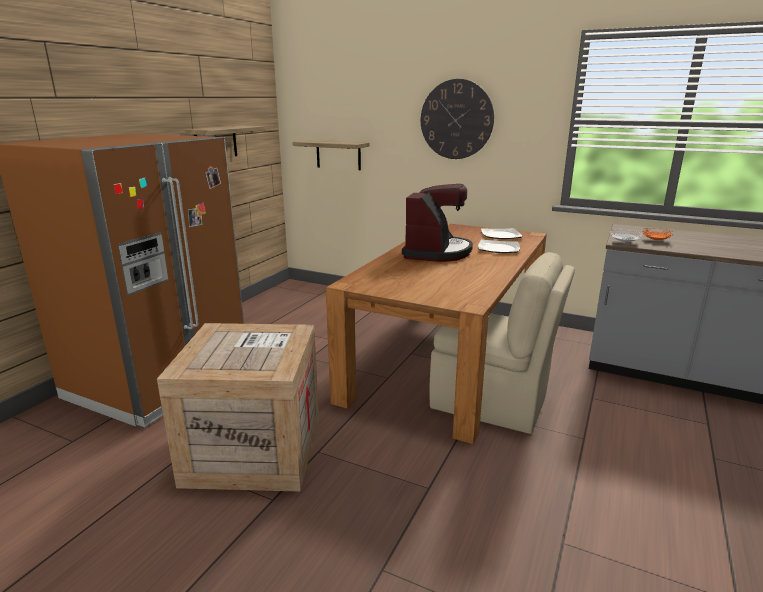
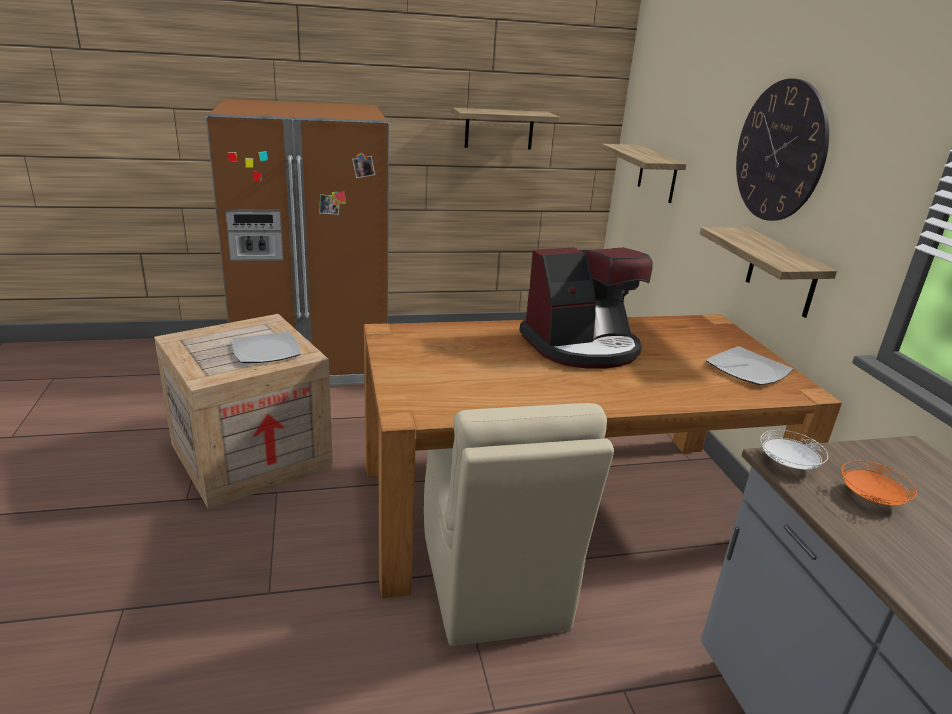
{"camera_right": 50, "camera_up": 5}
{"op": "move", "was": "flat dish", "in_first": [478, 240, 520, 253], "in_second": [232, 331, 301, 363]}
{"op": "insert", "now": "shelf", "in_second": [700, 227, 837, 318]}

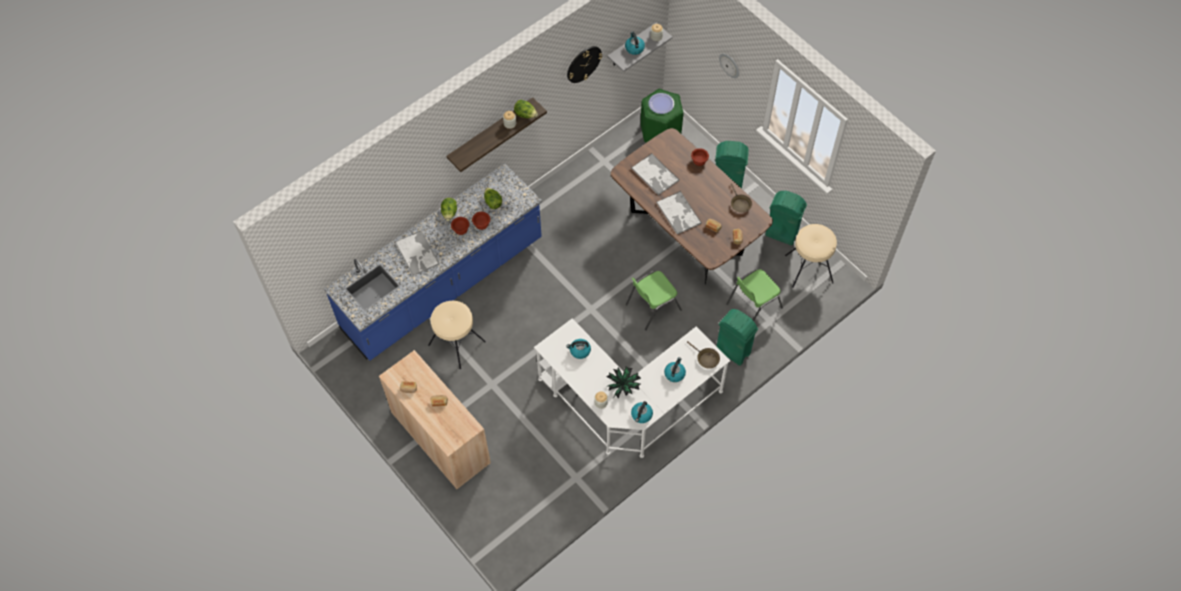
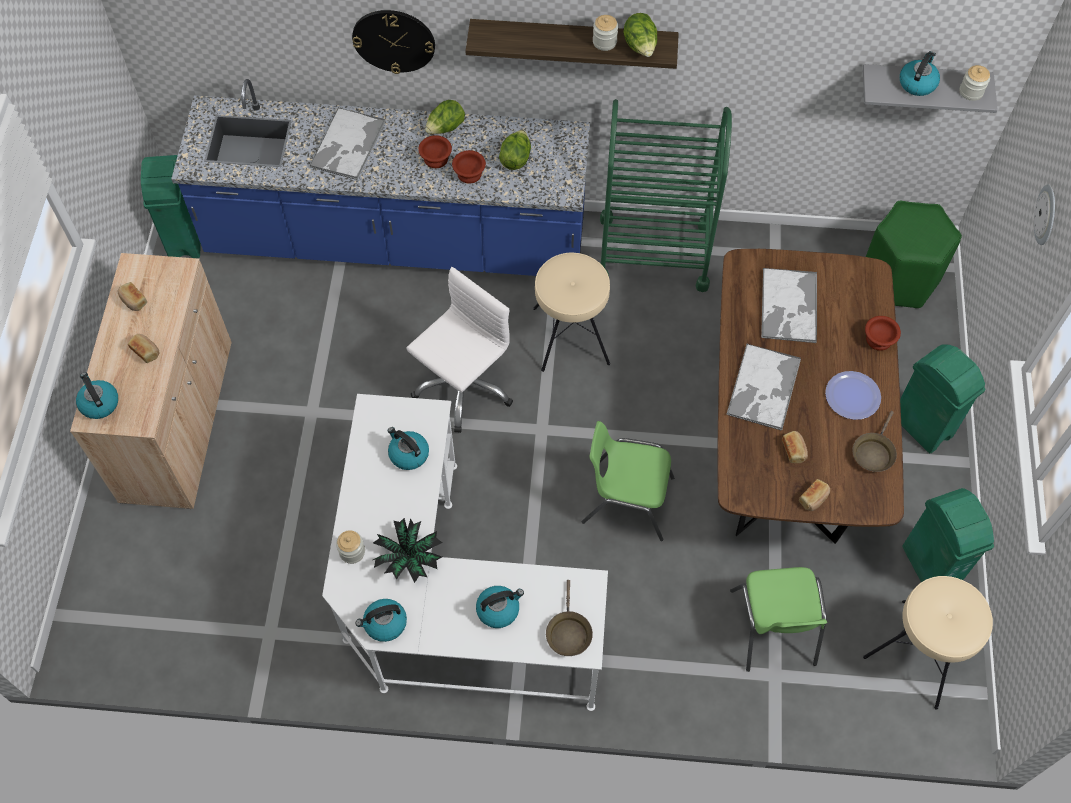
{"camera_right": 45, "camera_up": 0}
{"op": "insert", "now": "water kettle", "in_second": [76, 372, 118, 419]}
{"op": "move", "was": "waste bin in green", "in_first": [716, 309, 758, 366], "in_second": [141, 155, 201, 258]}
{"op": "move", "was": "wall clock", "in_first": [567, 46, 602, 83], "in_second": [352, 10, 435, 74]}
{"op": "insert", "now": "office chair in white", "in_second": [406, 267, 513, 433]}
{"op": "move", "was": "stool seat in beige-coloured", "in_first": [428, 301, 486, 369], "in_second": [533, 253, 610, 372]}
{"op": "insert", "now": "cart in green", "in_second": [600, 99, 732, 292]}
{"op": "rotate", "was": "chair in green", "in_first": [726, 269, 783, 321], "in_second": [730, 567, 827, 672], "clockwise": -105}
{"op": "move", "was": "flat dish", "in_first": [648, 93, 674, 114], "in_second": [825, 371, 881, 420]}

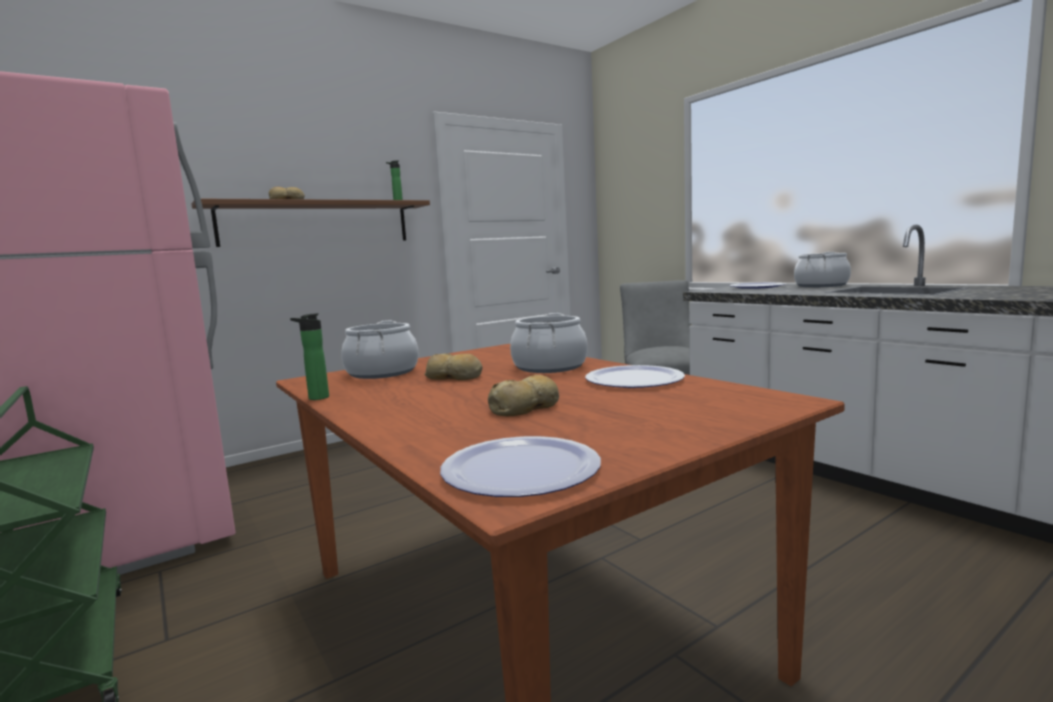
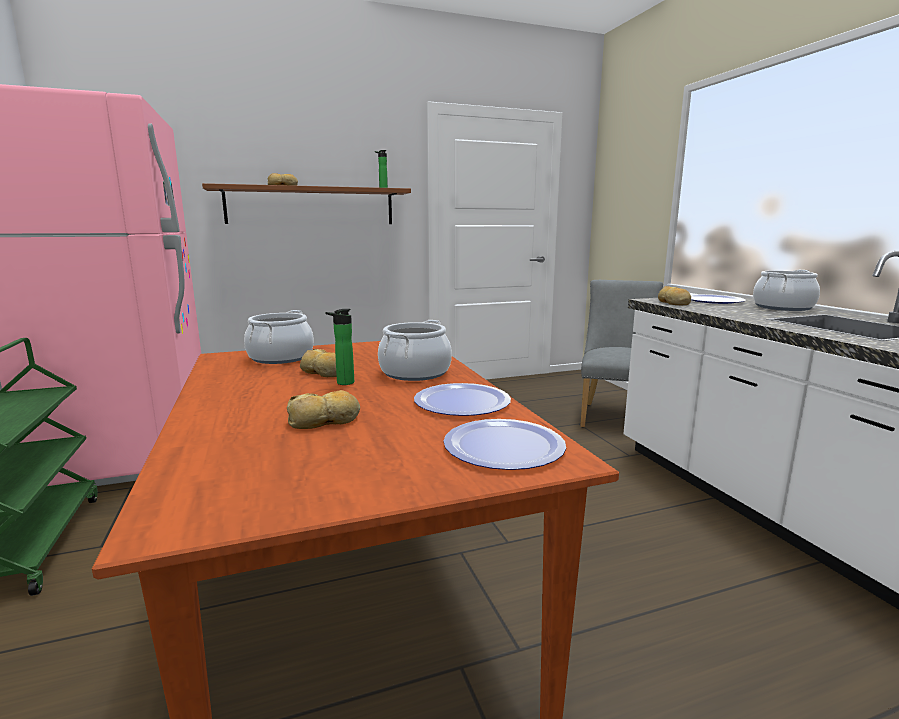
{"camera_right": 15, "camera_up": 5}
{"op": "move", "was": "bottle", "in_first": [290, 313, 329, 400], "in_second": [325, 309, 354, 385]}
{"op": "move", "was": "flat dish", "in_first": [440, 436, 601, 497], "in_second": [444, 419, 566, 470]}
{"op": "insert", "now": "bakery bread", "in_second": [658, 286, 691, 305]}

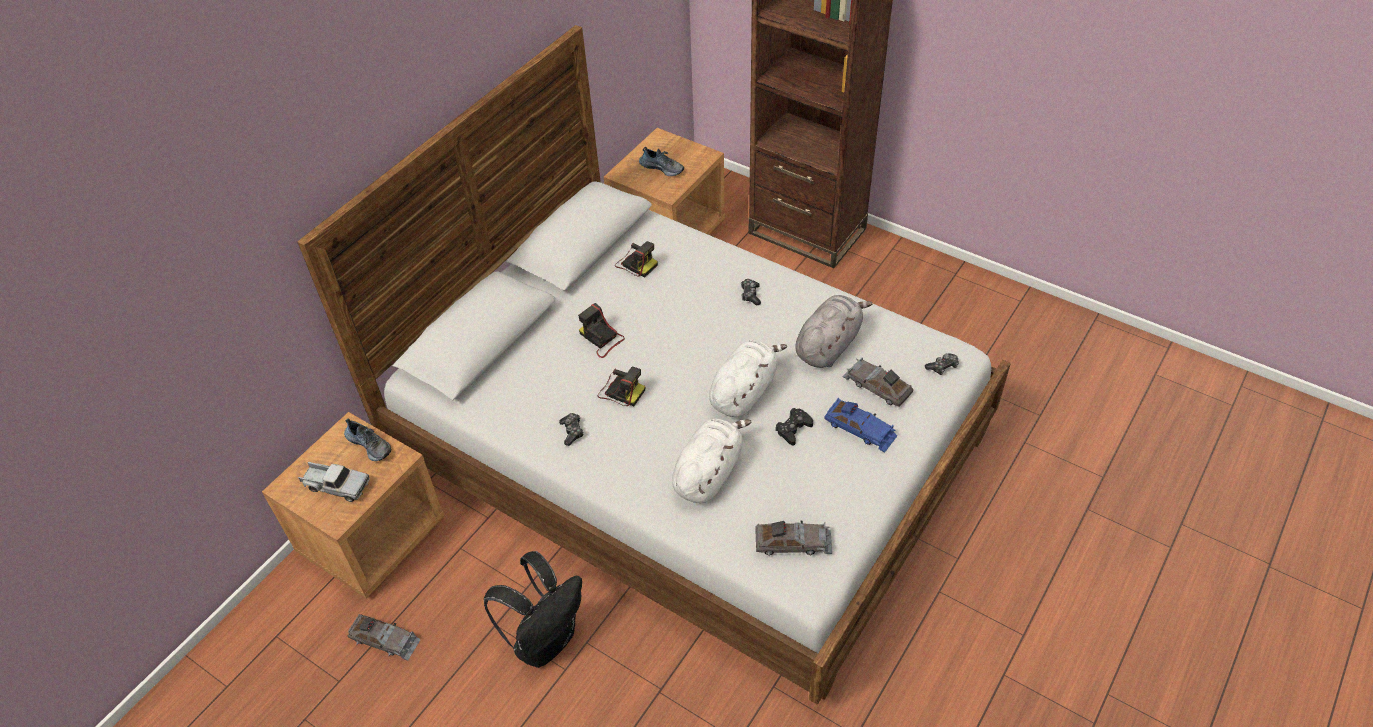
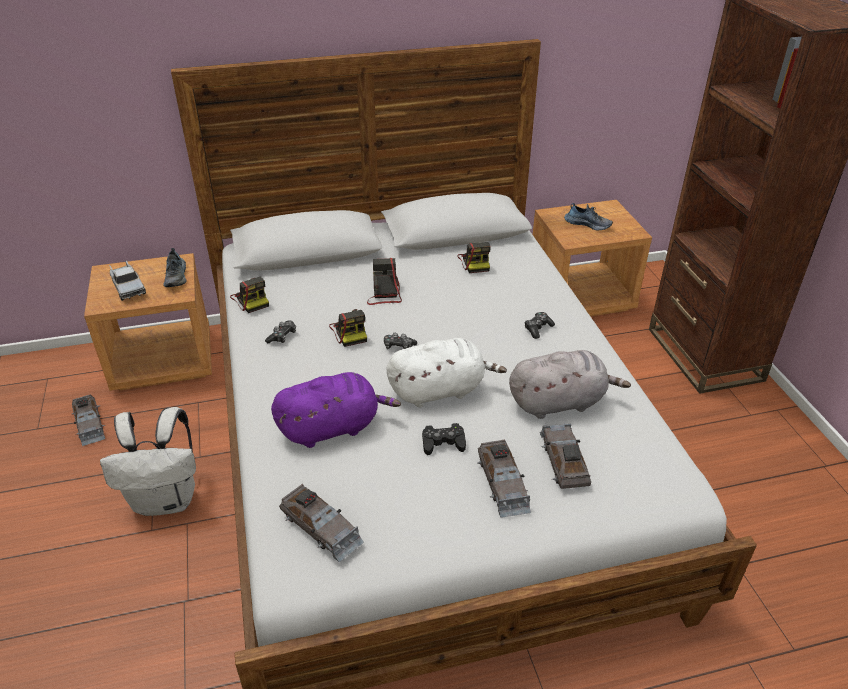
{"camera_right": 40, "camera_up": -10}
{"op": "recolor", "was": "knapsack in blackish", "now": "knapsack in white", "in_first": [484, 551, 582, 668], "in_second": [100, 407, 196, 516]}
{"op": "insert", "now": "still camera", "in_second": [230, 277, 269, 313]}
{"op": "recolor", "was": "cuddly toy in white", "now": "cuddly toy in purple-coloured", "in_first": [672, 419, 752, 503], "in_second": [271, 372, 401, 448]}
{"op": "move", "was": "game controller", "in_first": [925, 353, 959, 375], "in_second": [384, 333, 417, 349]}
{"op": "recolor", "was": "toy car in bluish", "now": "toy car in gray", "in_first": [824, 398, 897, 452], "in_second": [478, 440, 531, 518]}
{"op": "rotate", "was": "shoe", "in_first": [639, 147, 684, 176], "in_second": [564, 203, 613, 230], "clockwise": -45}

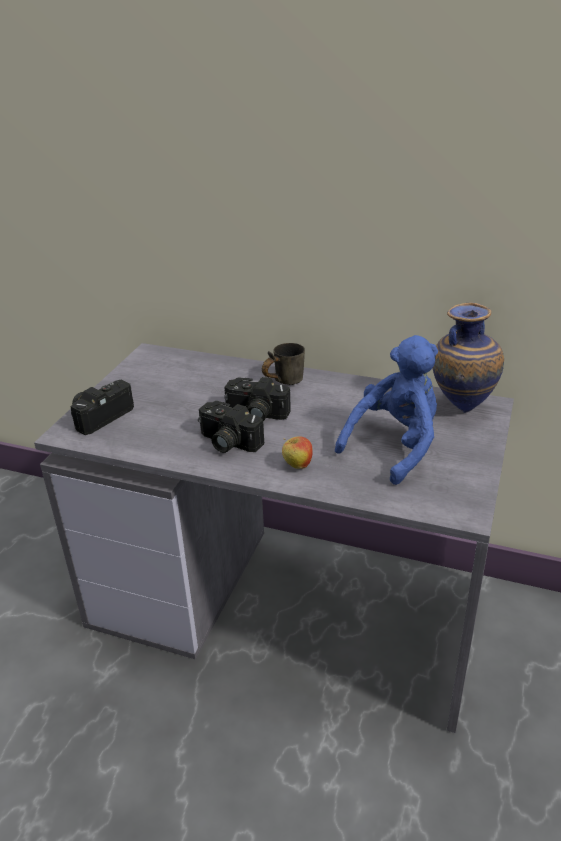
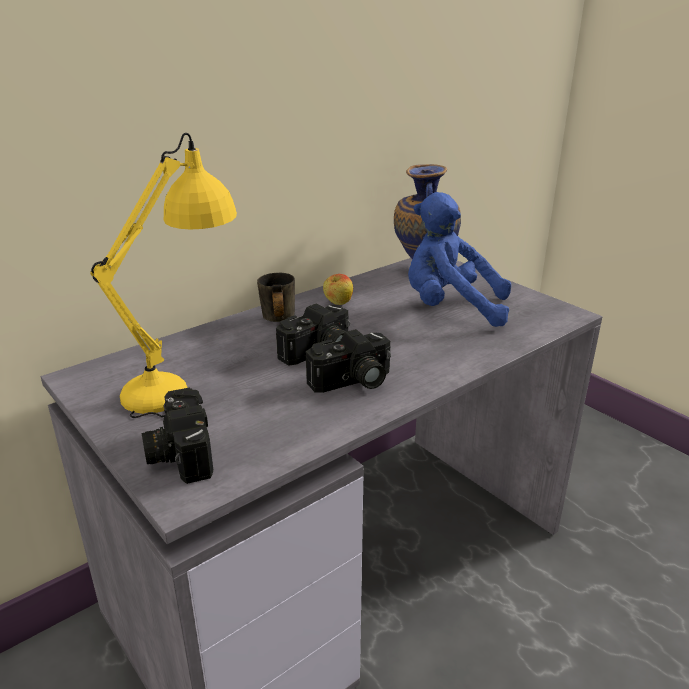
{"camera_right": -60, "camera_up": -5}
{"op": "insert", "now": "lamp for a table in yellow", "in_second": [90, 133, 237, 418]}
{"op": "move", "was": "whole apple", "in_first": [282, 437, 313, 469], "in_second": [323, 274, 353, 305]}
{"op": "rotate", "was": "cuddly toy in bluish", "in_first": [335, 335, 438, 485], "in_second": [408, 192, 511, 327], "clockwise": -60}

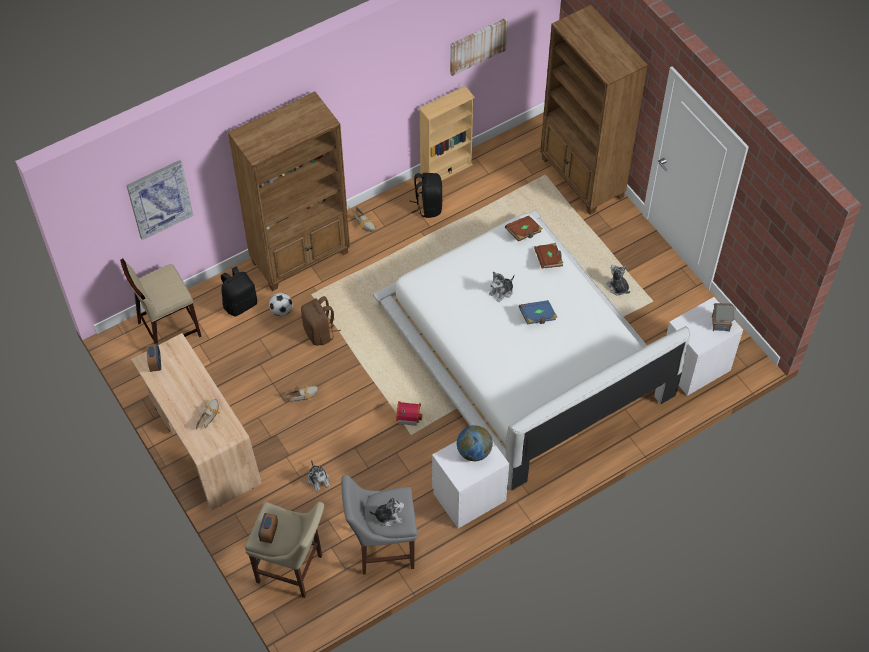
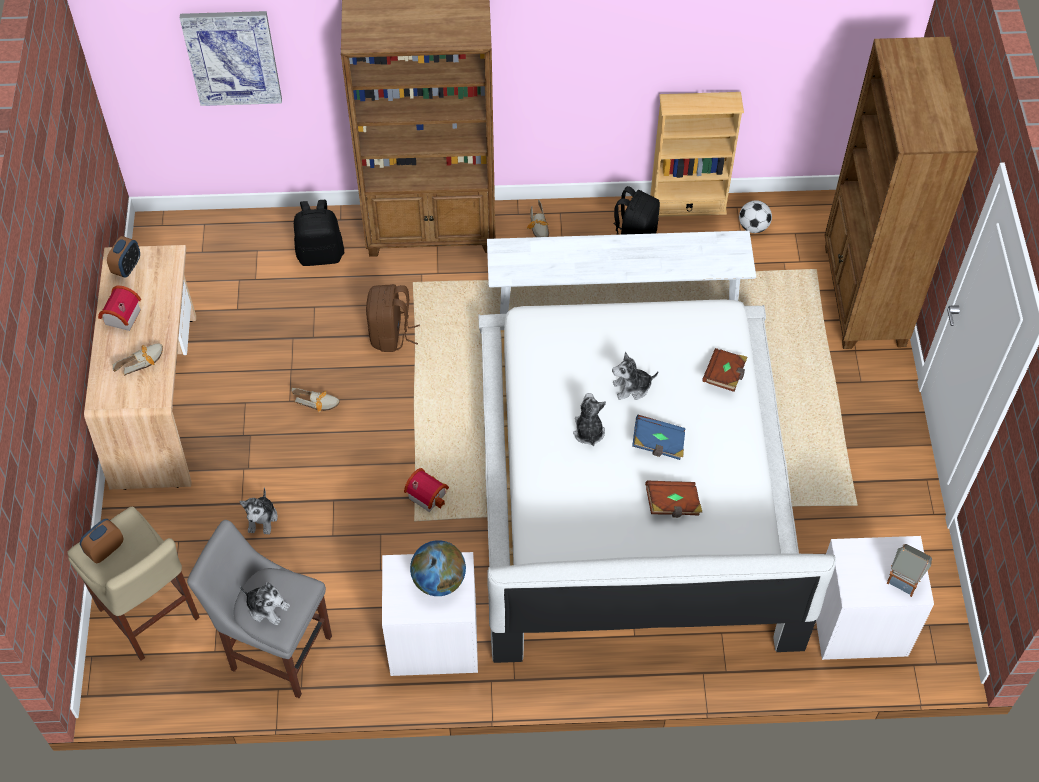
{"camera_right": 30, "camera_up": 0}
{"op": "insert", "now": "toy house", "in_second": [98, 285, 141, 331]}
{"op": "insert", "now": "bench in white", "in_second": [487, 231, 756, 314]}
{"op": "move", "was": "cuddly toy", "in_first": [606, 265, 630, 296], "in_second": [573, 393, 606, 446]}
{"op": "move", "was": "volume in brownish", "in_first": [505, 216, 543, 241], "in_second": [645, 480, 702, 518]}
{"op": "move", "was": "ball for football", "in_first": [269, 293, 293, 316], "in_second": [739, 200, 772, 233]}
{"op": "delete", "was": "stool seat in beige-coloured", "in_first": [120, 259, 201, 344]}
{"op": "delete", "was": "wall picture", "in_first": [450, 18, 508, 76]}

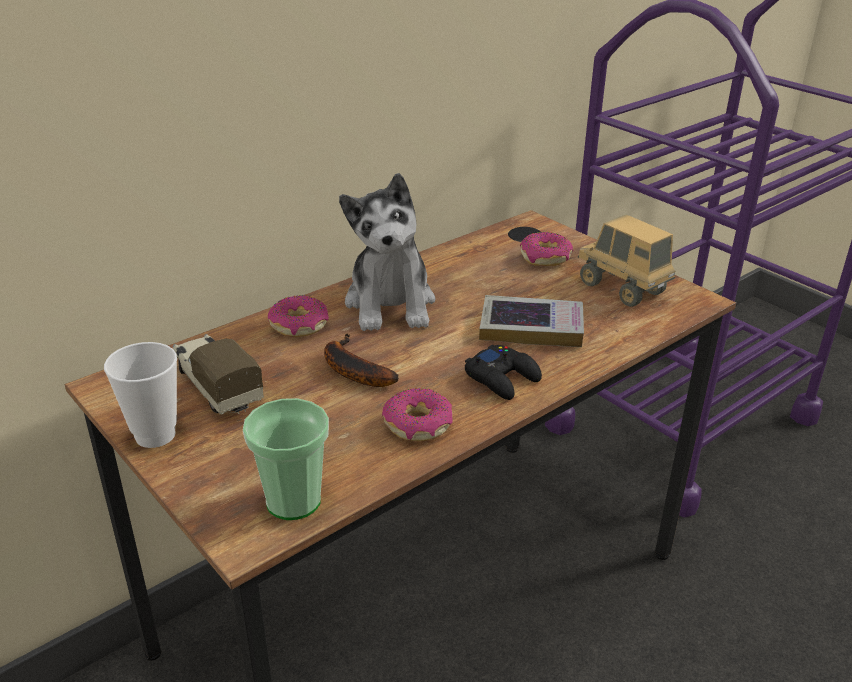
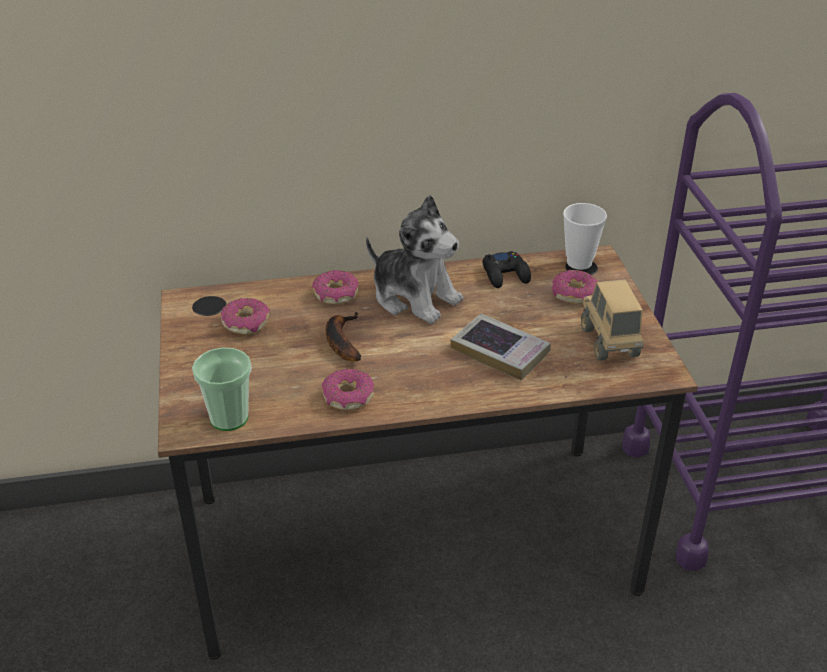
{"camera_right": 30, "camera_up": 5}
{"op": "replace", "was": "model truck", "now": "ring doughnut", "in_first": [173, 334, 264, 414], "in_second": [221, 298, 270, 335]}
{"op": "rotate", "was": "cuddly toy", "in_first": [339, 173, 435, 331], "in_second": [366, 195, 463, 324], "clockwise": -75}
{"op": "move", "was": "game controller in blackish", "in_first": [465, 345, 542, 400], "in_second": [483, 251, 531, 288]}
{"op": "move", "was": "drinking cup", "in_first": [104, 342, 177, 448], "in_second": [563, 203, 607, 270]}

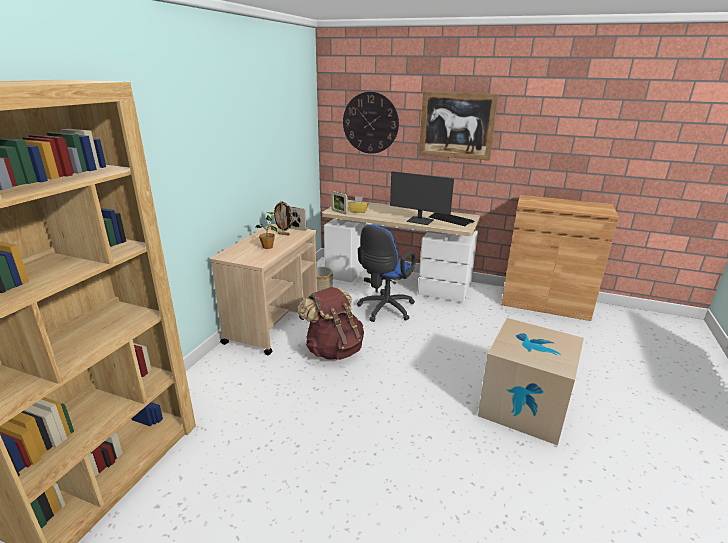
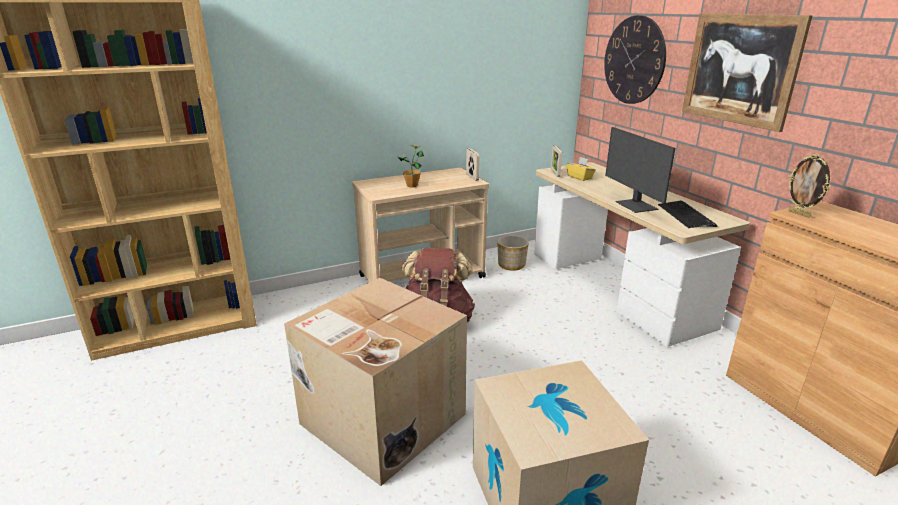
{"camera_right": 45, "camera_up": 0}
{"op": "insert", "now": "carton", "in_second": [284, 278, 467, 486]}
{"op": "move", "was": "photo frame", "in_first": [272, 201, 293, 236], "in_second": [788, 154, 830, 218]}
{"op": "delete", "was": "office chair in bluish", "in_first": [357, 224, 416, 322]}

